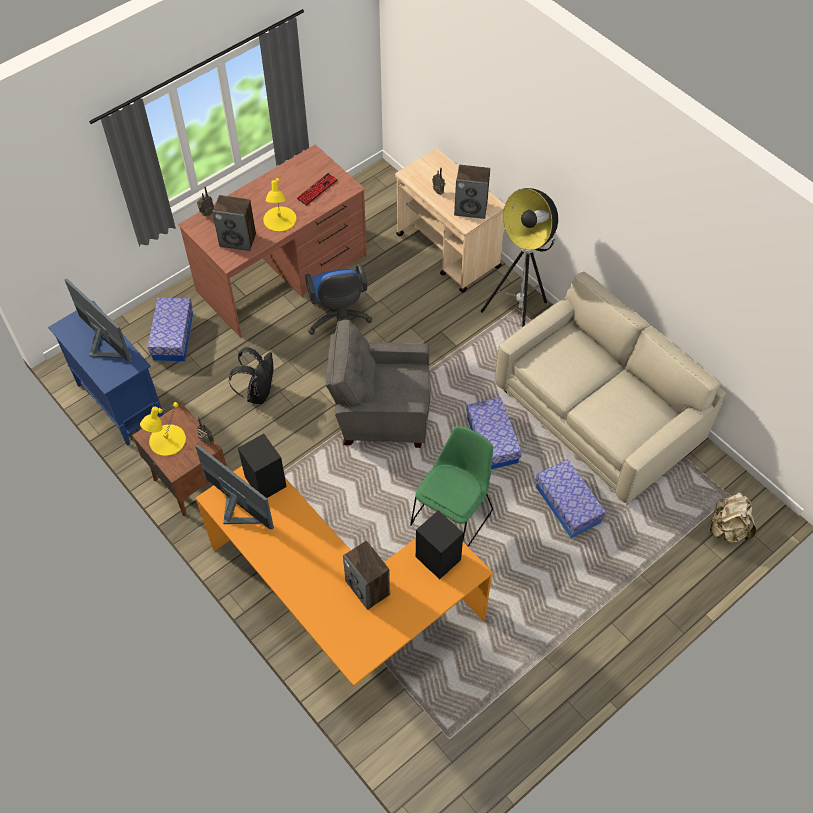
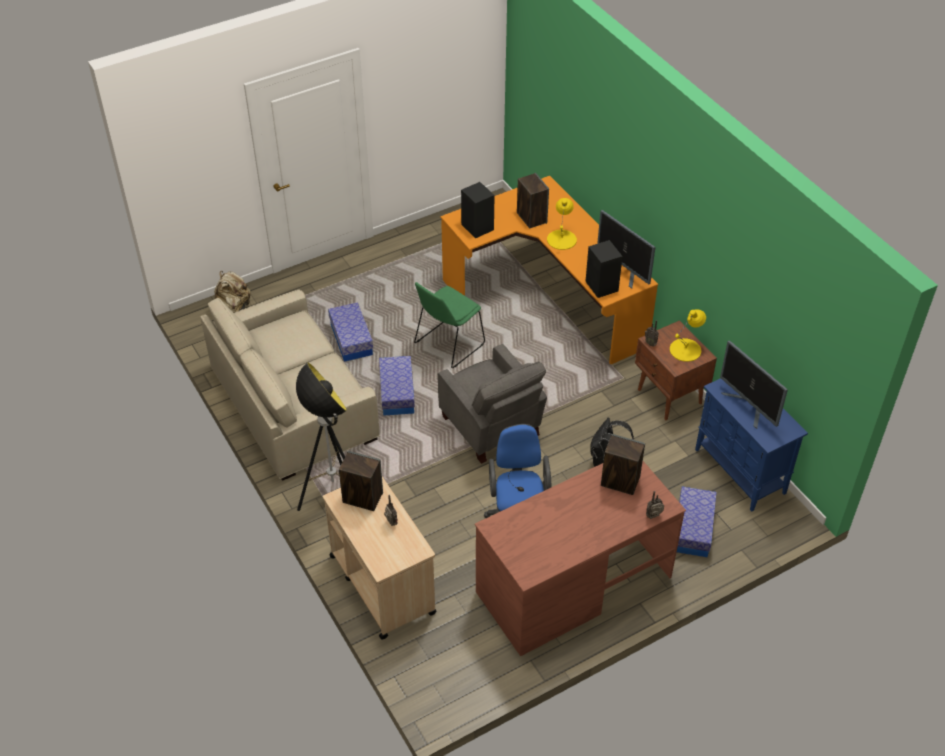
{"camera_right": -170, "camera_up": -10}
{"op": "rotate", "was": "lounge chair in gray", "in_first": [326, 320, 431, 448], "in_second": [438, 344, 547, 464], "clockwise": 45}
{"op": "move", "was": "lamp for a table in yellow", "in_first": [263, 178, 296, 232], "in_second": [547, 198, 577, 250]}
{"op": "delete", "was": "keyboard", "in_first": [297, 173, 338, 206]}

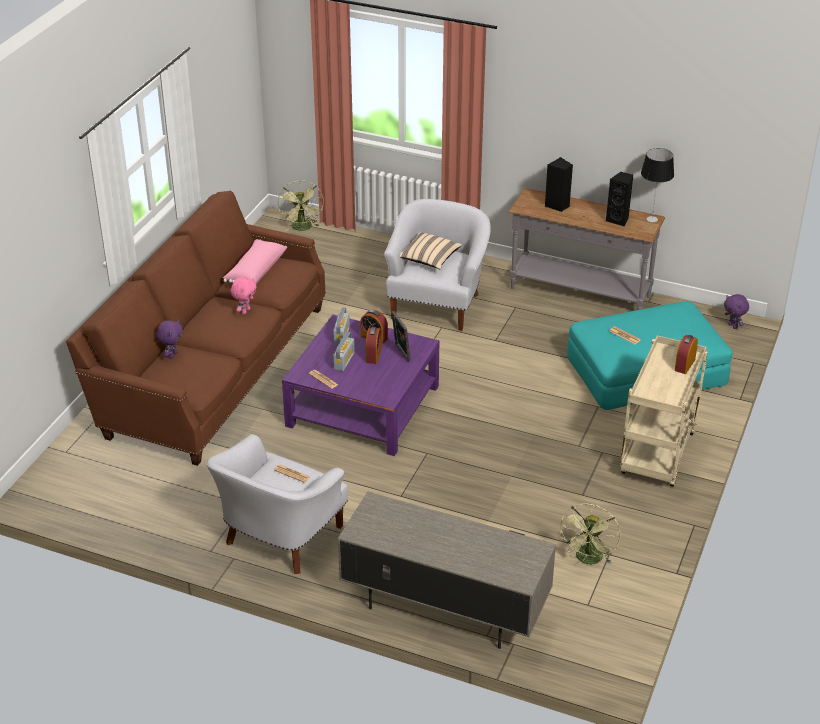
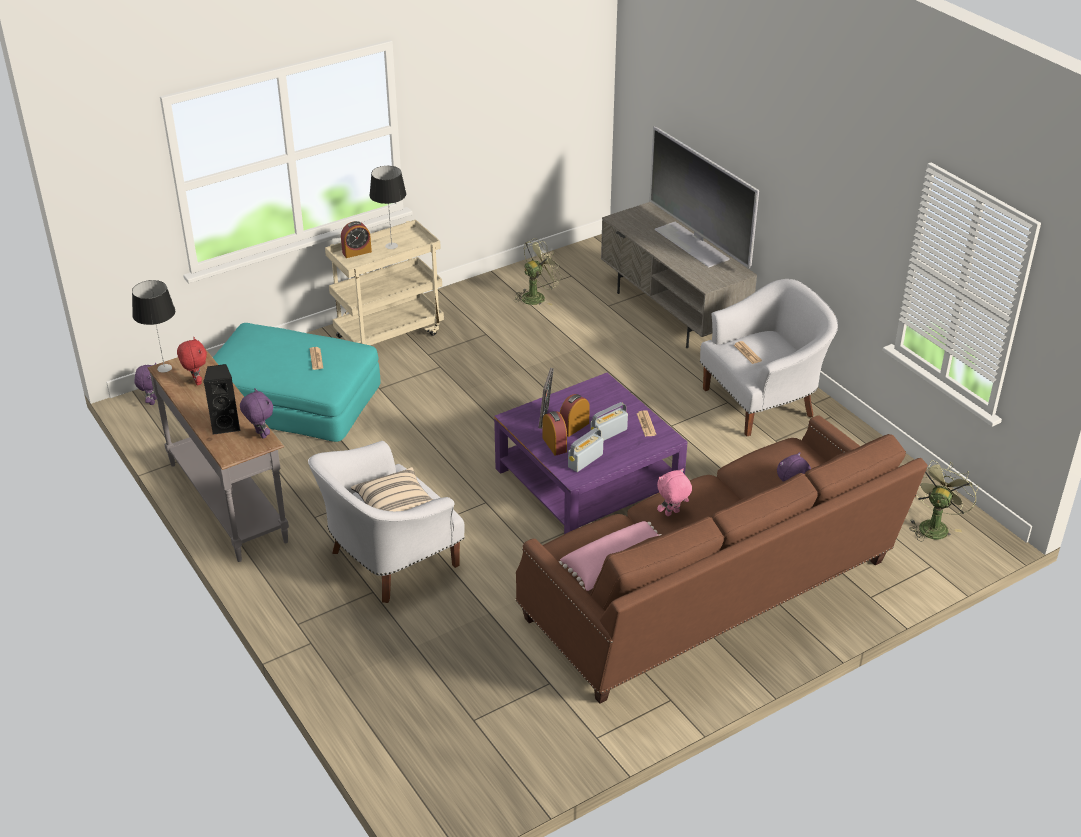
{"camera_right": -145, "camera_up": 0}
{"op": "replace", "was": "audio speaker in blackish", "now": "cuddly toy in red-coloured", "in_first": [606, 172, 633, 227], "in_second": [177, 337, 207, 385]}
{"op": "insert", "now": "cuddly toy in purple-coloured", "in_second": [240, 388, 273, 438]}
{"op": "insert", "now": "lamp for a table", "in_second": [369, 166, 406, 249]}
{"op": "insert", "now": "TV set", "in_second": [649, 126, 759, 268]}
{"op": "move", "was": "electric fan in green", "in_first": [278, 180, 324, 231], "in_second": [909, 460, 979, 542]}

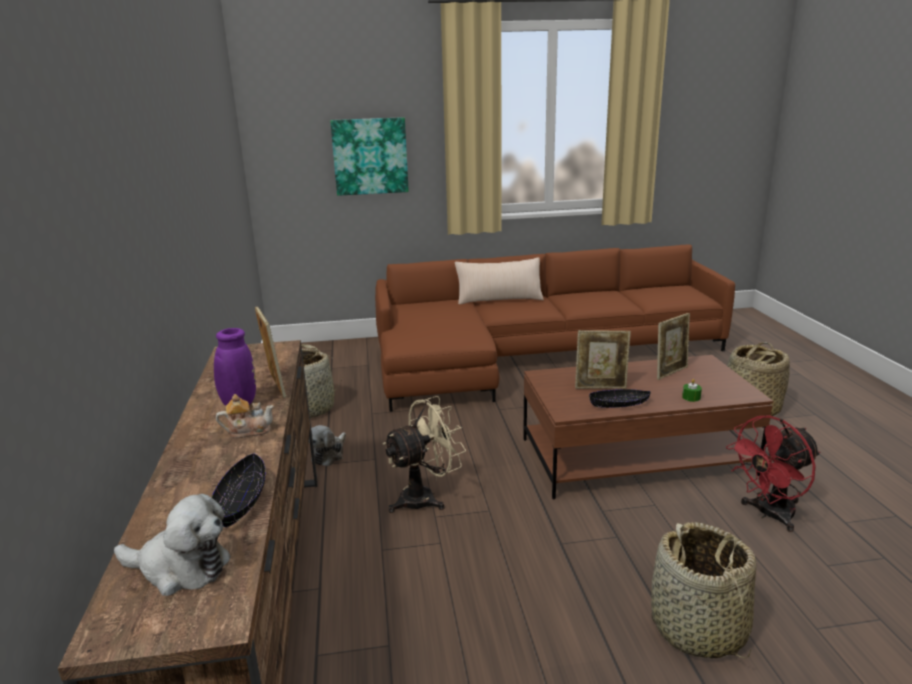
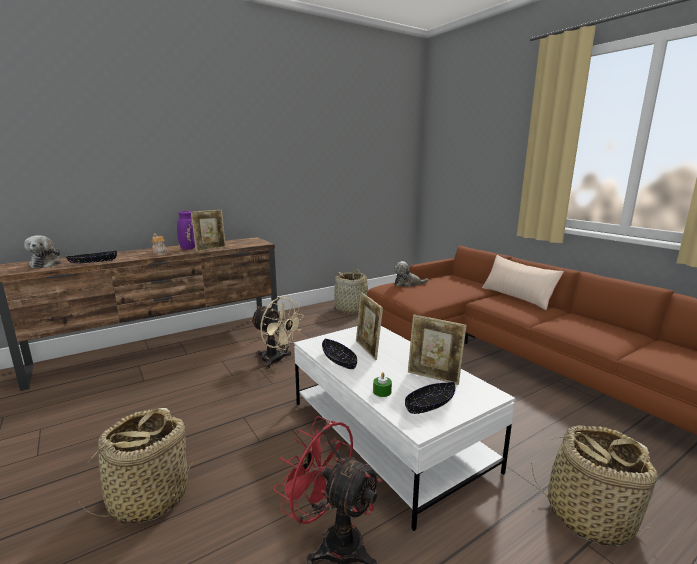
{"camera_right": 65, "camera_up": -5}
{"op": "recolor", "was": "coffee table in brownish", "now": "coffee table in white", "in_first": [523, 355, 773, 499], "in_second": [294, 326, 515, 531]}
{"op": "move", "was": "cuddly toy", "in_first": [309, 425, 346, 466], "in_second": [393, 261, 429, 287]}
{"op": "insert", "now": "deep dish in blackish", "in_second": [405, 382, 455, 414]}
{"op": "delete", "was": "wall picture", "in_first": [330, 117, 409, 196]}

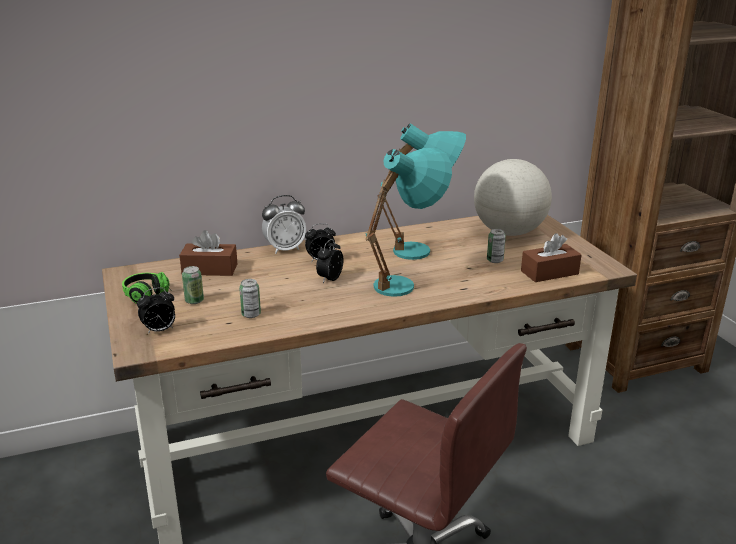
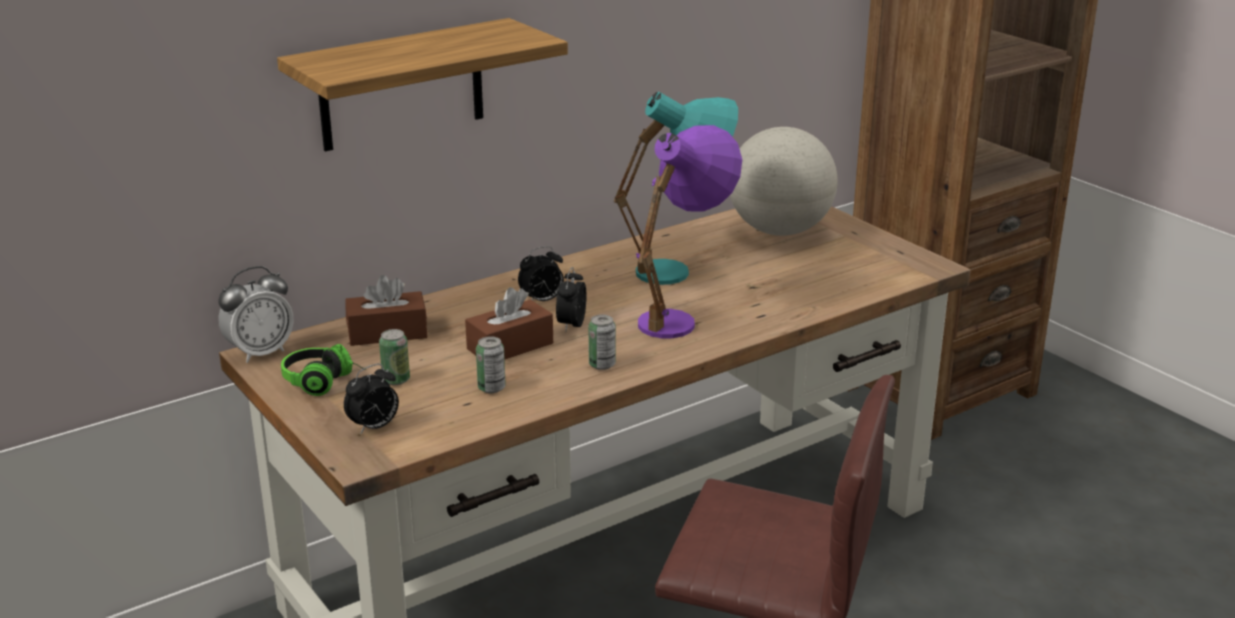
{"camera_right": -15, "camera_up": 0}
{"op": "move", "was": "bedside clock", "in_first": [262, 195, 306, 254], "in_second": [218, 266, 293, 363]}
{"op": "insert", "now": "shelf", "in_second": [277, 18, 568, 151]}
{"op": "move", "was": "tissue box in brownish", "in_first": [521, 233, 582, 282], "in_second": [465, 287, 553, 359]}
{"op": "move", "was": "can", "in_first": [487, 229, 506, 263], "in_second": [588, 315, 616, 370]}
{"op": "recolor", "was": "lamp for a table in turquoise-coloured", "now": "lamp for a table in purple-coloured", "in_first": [365, 148, 452, 297], "in_second": [636, 125, 742, 338]}

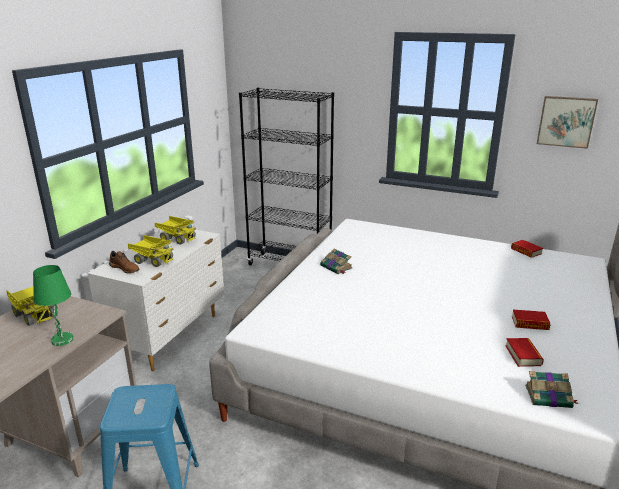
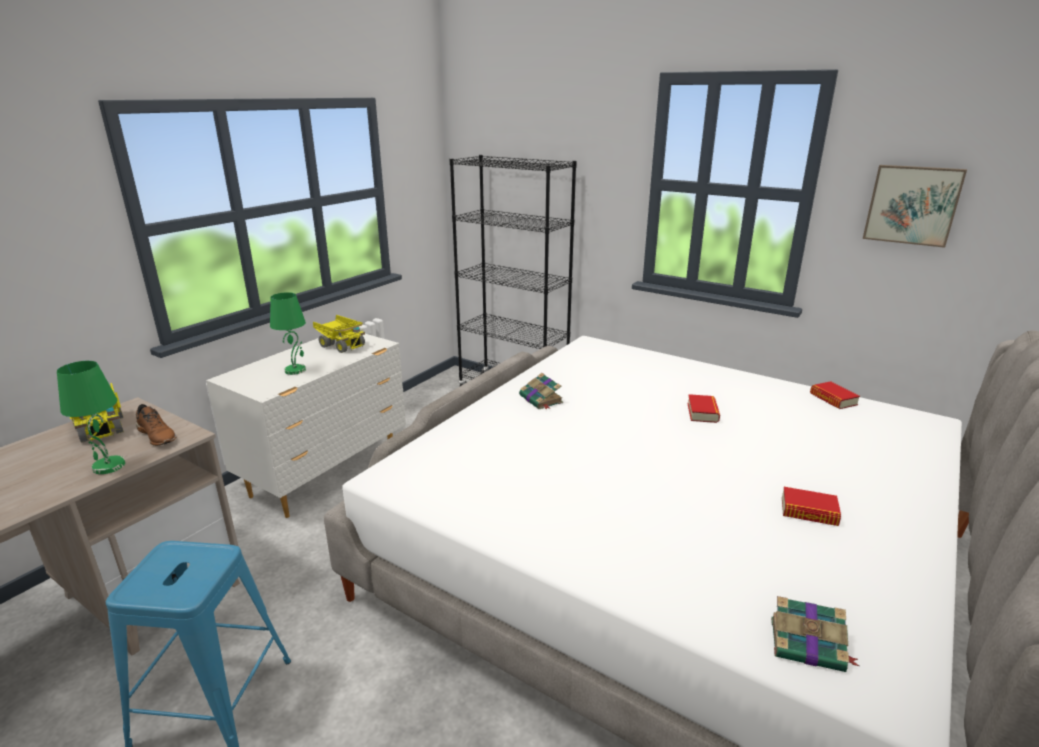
{"camera_right": 10, "camera_up": 0}
{"op": "move", "was": "shoe in brownish", "in_first": [109, 251, 139, 273], "in_second": [136, 404, 176, 446]}
{"op": "replace", "was": "model truck", "now": "lamp for a table in green", "in_first": [128, 235, 173, 267], "in_second": [270, 292, 306, 375]}
{"op": "move", "was": "volume", "in_first": [505, 338, 544, 367], "in_second": [687, 394, 720, 423]}

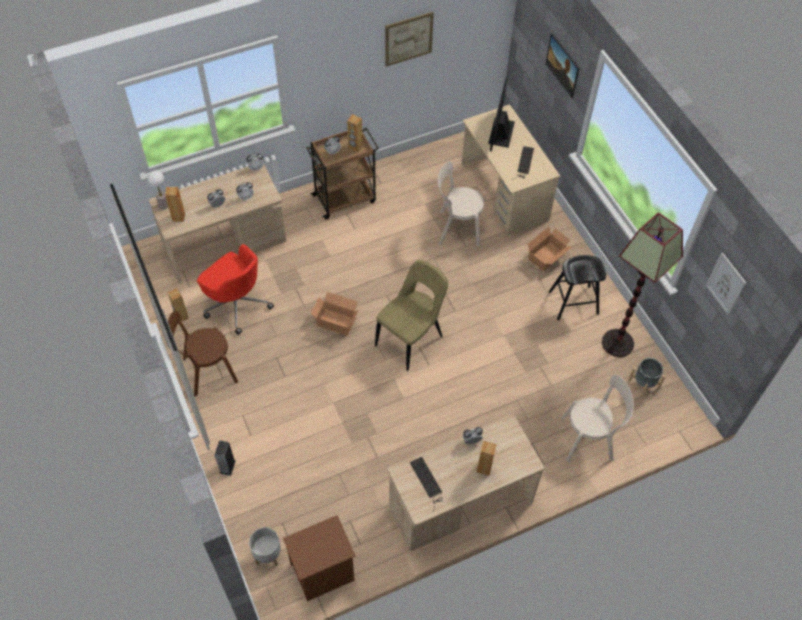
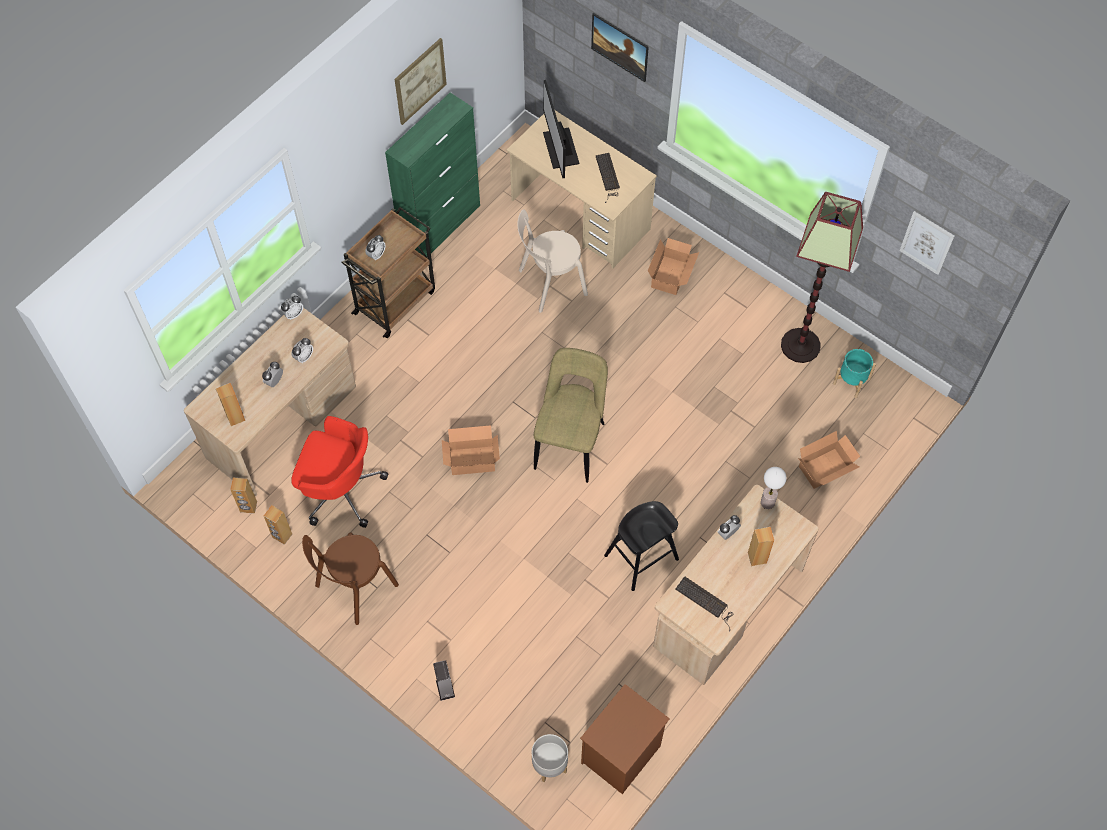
{"camera_right": -25, "camera_up": 5}
{"op": "move", "was": "audio speaker in brownish", "in_first": [347, 114, 363, 152], "in_second": [230, 478, 257, 514]}
{"op": "insert", "now": "storage cabinet in green", "in_second": [385, 93, 480, 256]}
{"op": "move", "was": "stool seat in blackish", "in_first": [549, 255, 607, 320], "in_second": [604, 501, 679, 591]}
{"op": "move", "was": "lamp for a table", "in_first": [147, 170, 168, 210], "in_second": [761, 467, 787, 509]}
{"op": "replace", "was": "chair in beige-coloured", "now": "carton", "in_first": [561, 374, 634, 462], "in_second": [798, 431, 860, 489]}
{"op": "recolor", "was": "flower pot in gray", "now": "flower pot in turquoise-coloured", "in_first": [628, 358, 666, 398], "in_second": [833, 349, 876, 398]}

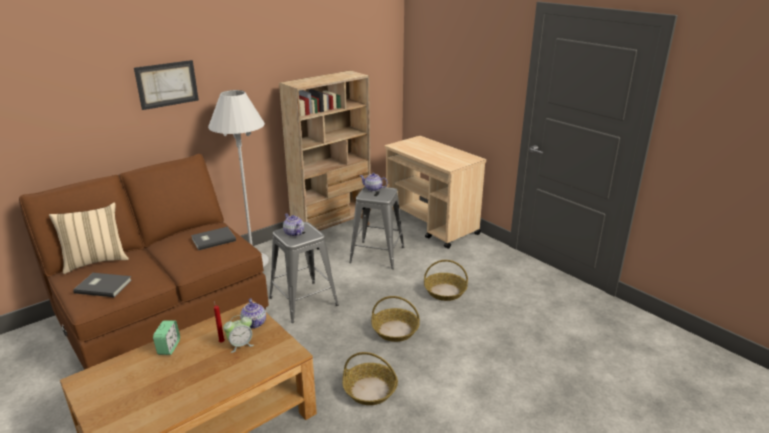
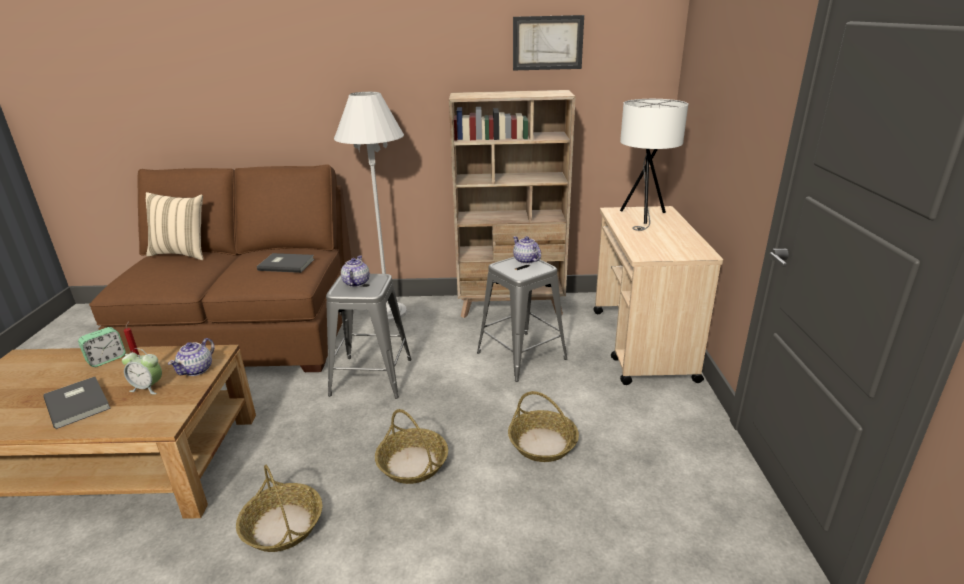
{"camera_right": 40, "camera_up": 0}
{"op": "move", "was": "volume in gray", "in_first": [73, 273, 132, 297], "in_second": [44, 377, 111, 429]}
{"op": "move", "was": "wall picture", "in_first": [134, 60, 199, 110], "in_second": [513, 15, 584, 70]}
{"op": "insert", "now": "lamp for a table in white", "in_second": [620, 99, 688, 231]}

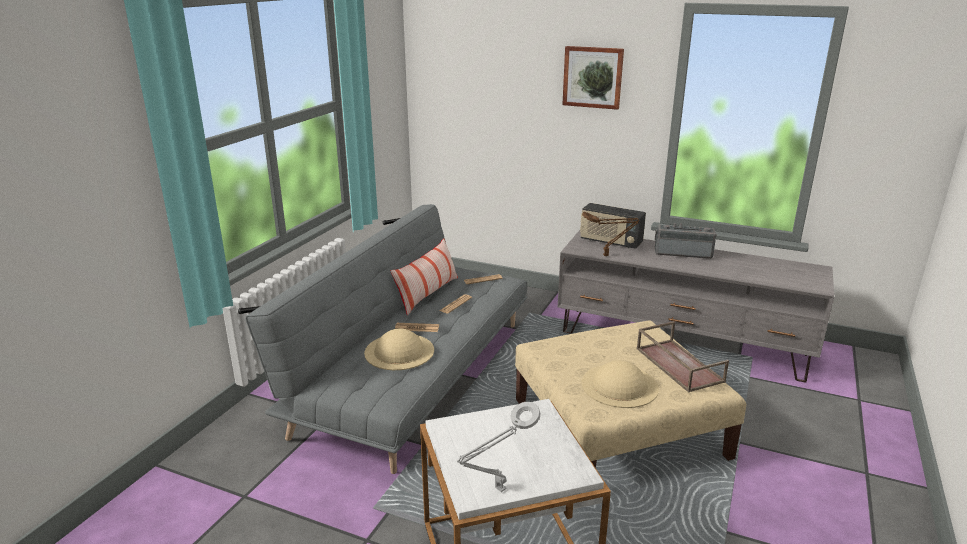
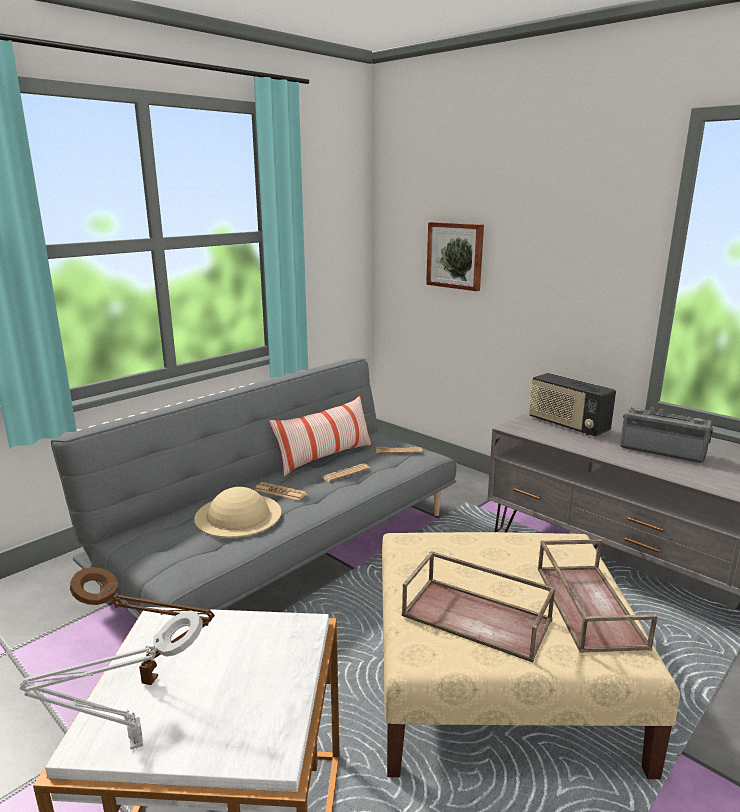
{"camera_right": 20, "camera_up": -5}
{"op": "move", "was": "lamp for a table in brownish", "in_first": [582, 212, 639, 256], "in_second": [70, 567, 215, 685]}
{"op": "replace", "was": "clothing hat in beige-coloured", "now": "carrying tray in brownish", "in_first": [581, 360, 659, 408], "in_second": [402, 551, 556, 662]}
{"op": "move", "was": "wall picture", "in_first": [562, 46, 624, 110], "in_second": [426, 222, 484, 291]}

